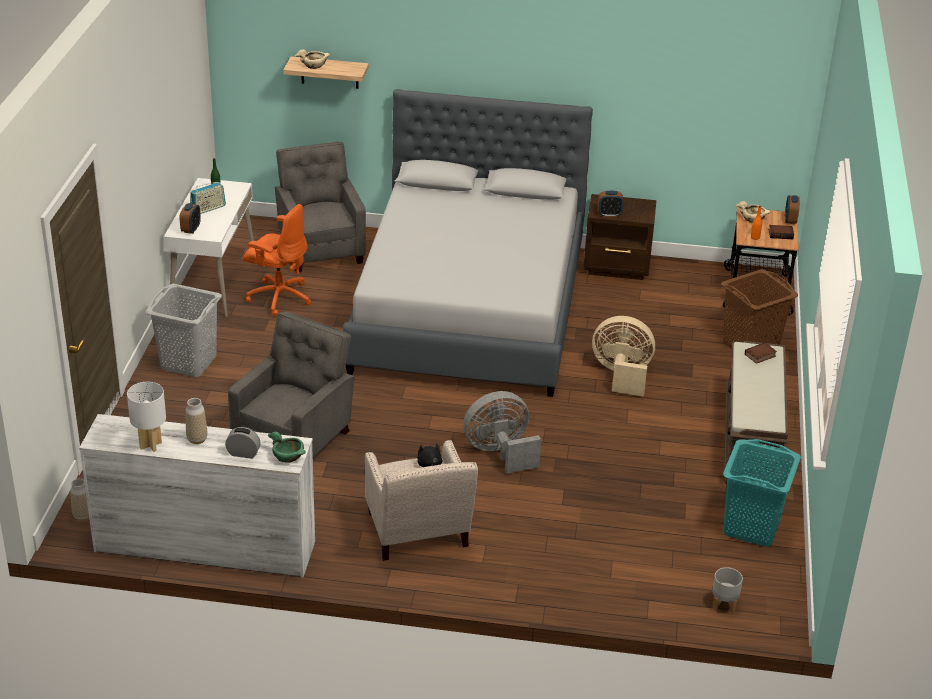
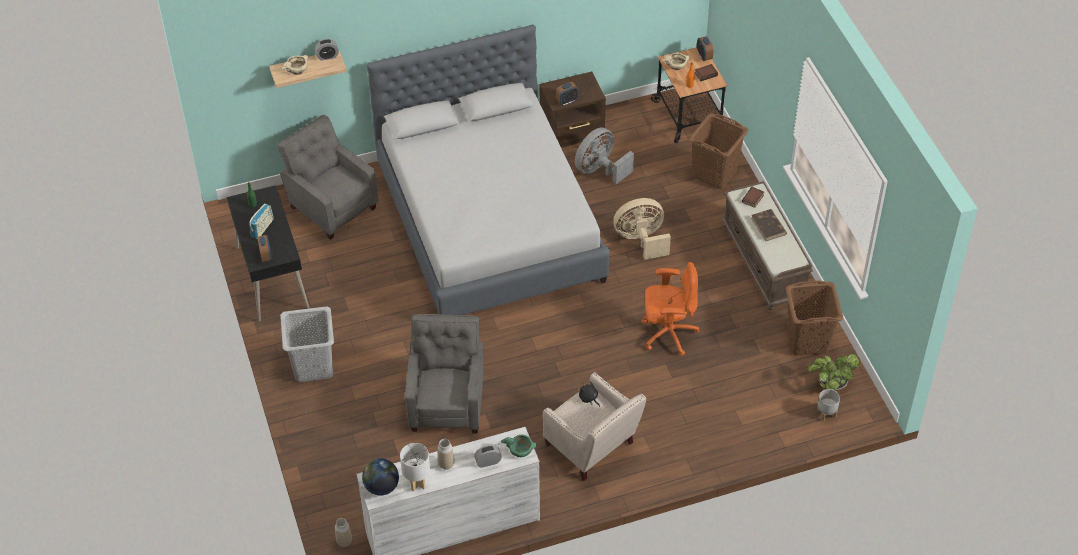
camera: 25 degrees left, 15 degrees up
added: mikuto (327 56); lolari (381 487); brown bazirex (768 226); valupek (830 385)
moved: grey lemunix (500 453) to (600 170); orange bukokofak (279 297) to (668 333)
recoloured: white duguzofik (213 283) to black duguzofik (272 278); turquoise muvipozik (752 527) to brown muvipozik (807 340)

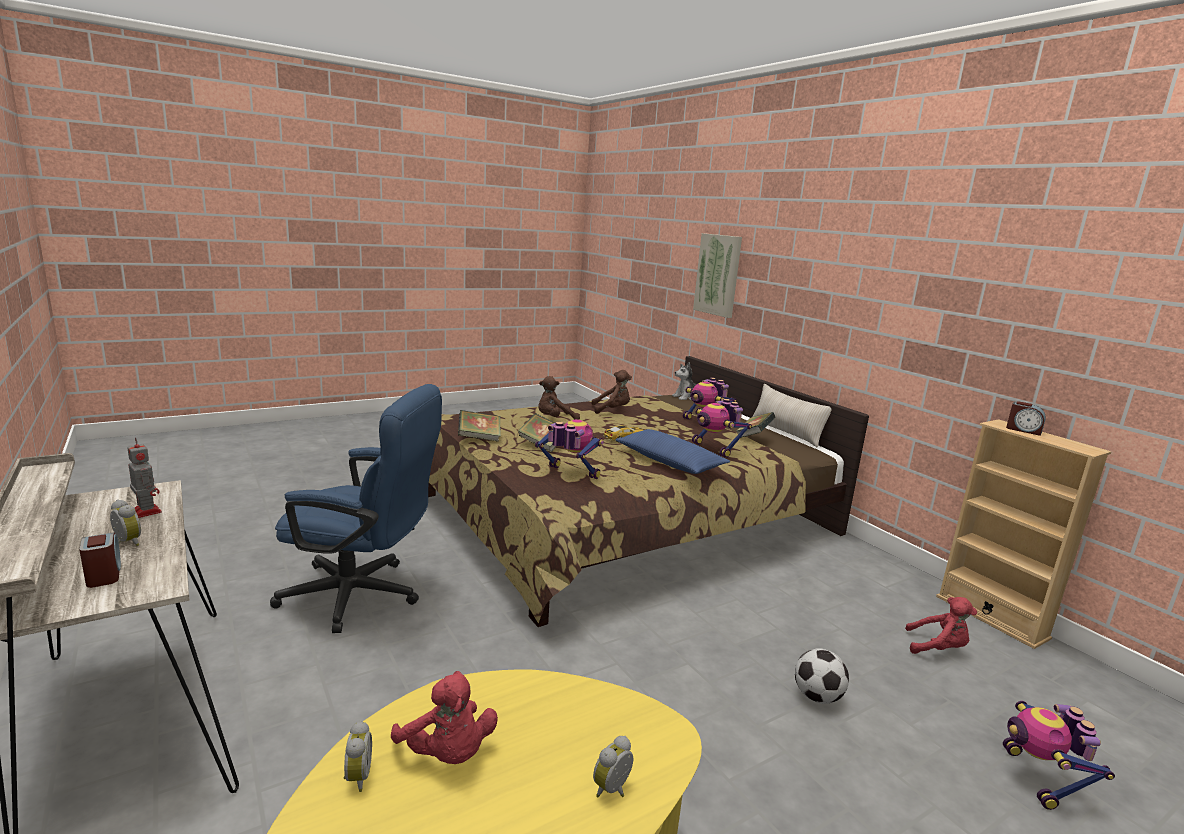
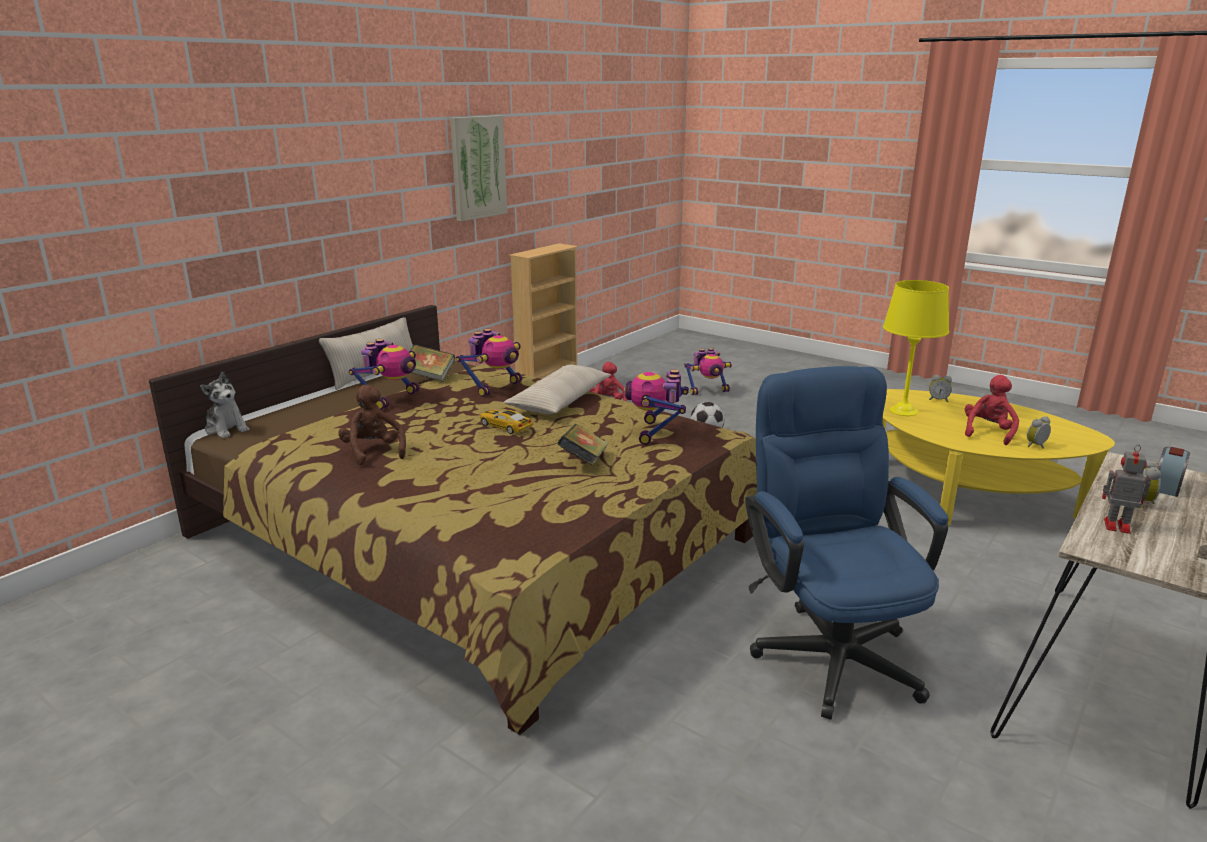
camera: 110 degrees left, 5 degrees up
removed: bazirex (479 438); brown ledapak (555 419); mikuto (1023 430)
added: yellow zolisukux (904 411)
moved: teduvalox (718 275) to (477 167)
recoloured: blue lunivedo (669 462) to beige lunivedo (560 401)
turned: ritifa (146 511) = (1115 525) 90 degrees clockwise

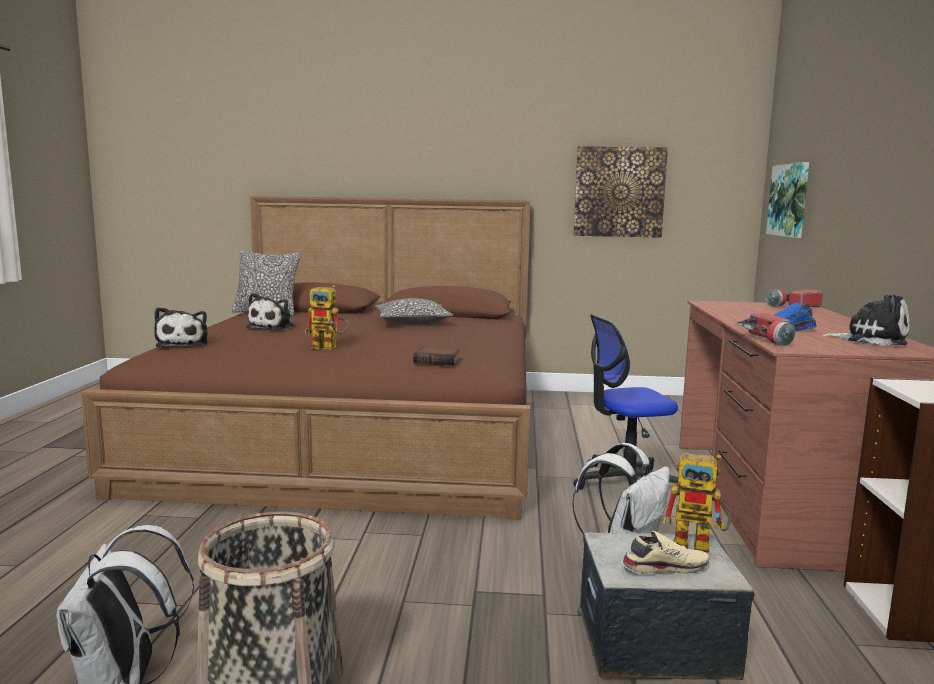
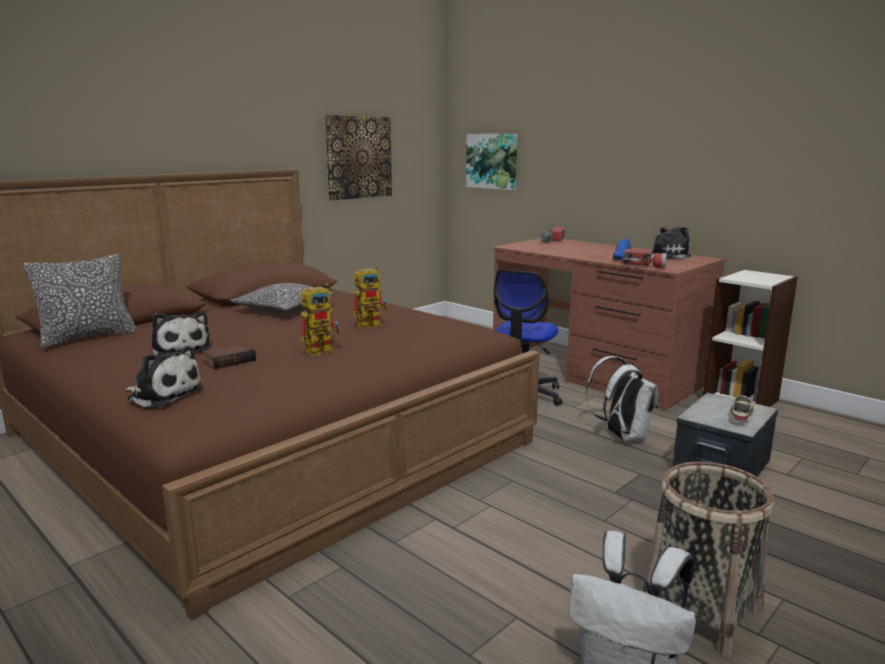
camera: 50 degrees left, 5 degrees up
moved: bazirex (438 361) to (229 360); ritifa (700 546) to (372 325)

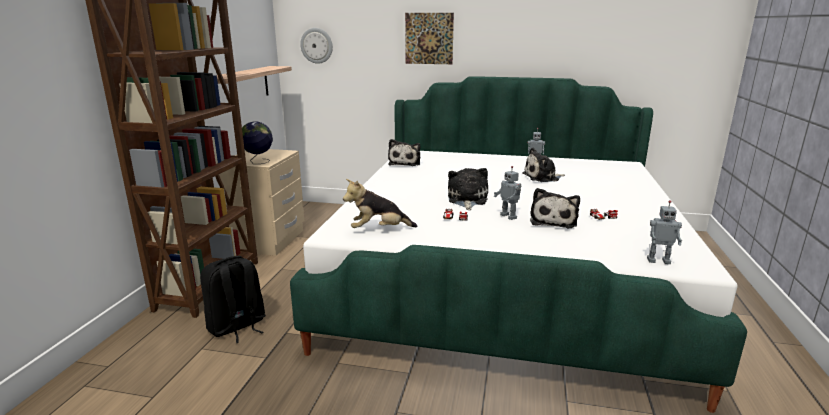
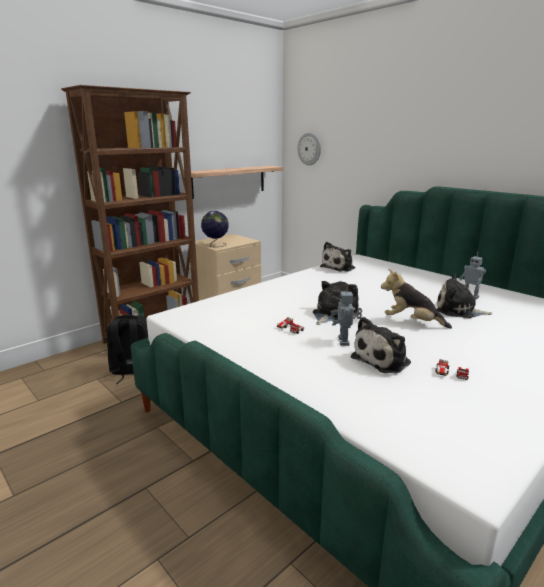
camera: 35 degrees right, 0 degrees up
removed: teduvalox (429 38); ritifa (658 260)
moved: ledapak (379 230) to (411 322)

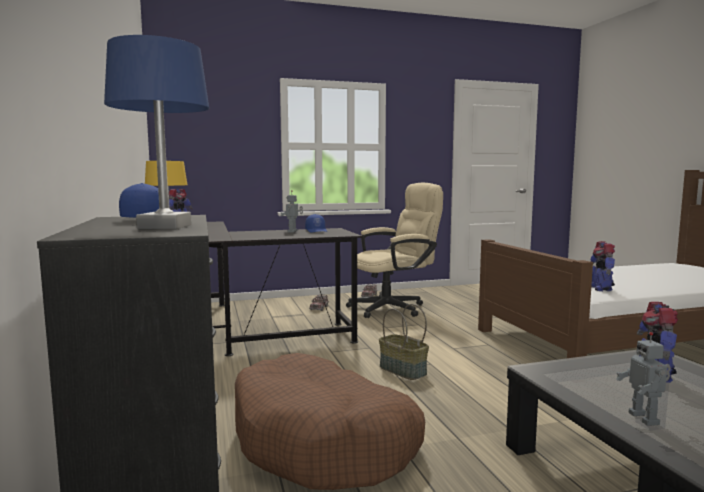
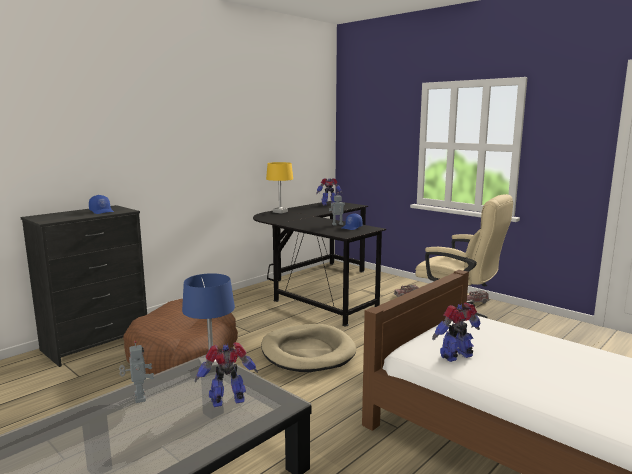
camera: 60 degrees right, 5 degrees up
moved: blue zolisukux (165 227) to (211 367)
replaced: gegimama (402 370) to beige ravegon (307 352)
turned: ritifa (645 418) = (138 398) 105 degrees clockwise

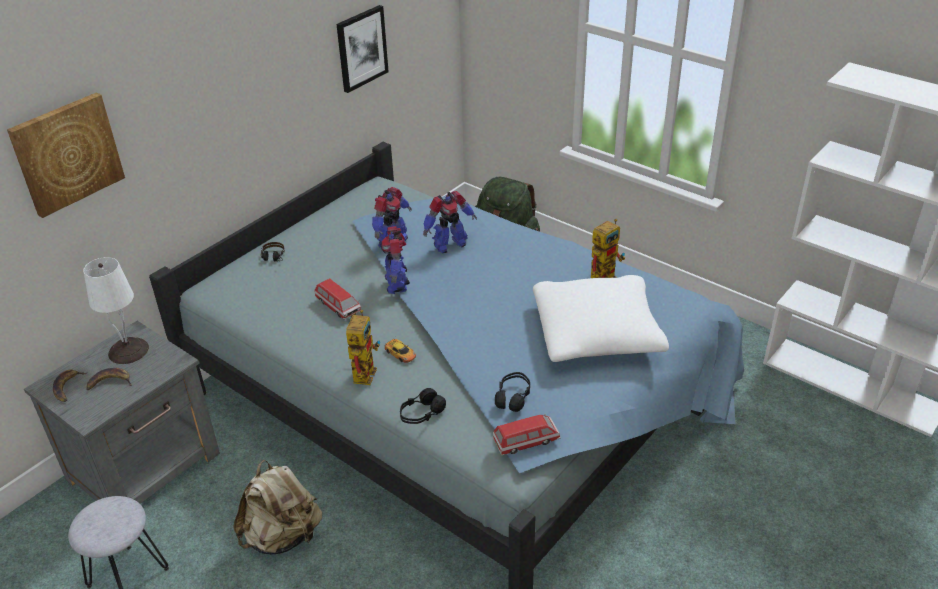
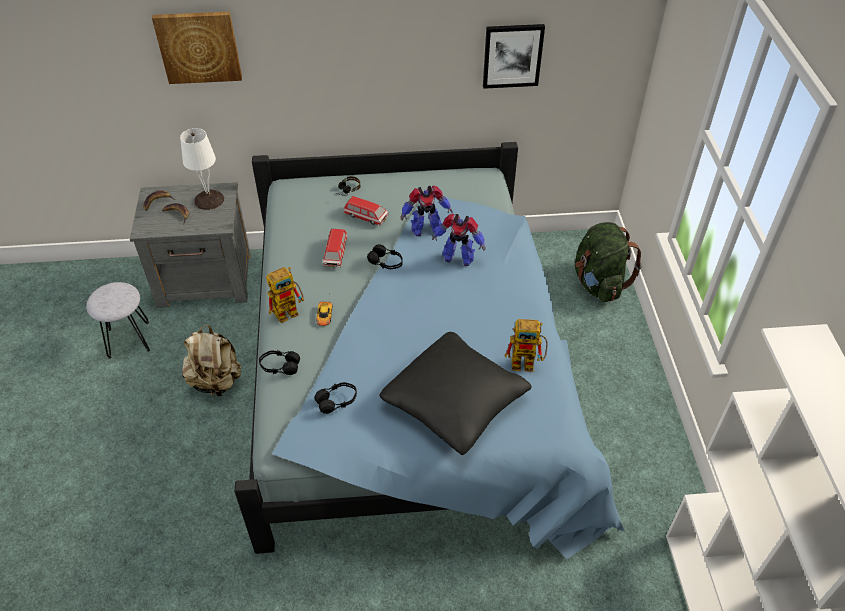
camera: 45 degrees right, 10 degrees up
moved: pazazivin (526 442) to (366 217)
replaced: ritifa (397 283) to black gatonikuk (386 263)
recoloured: white lunivedo (597 333) to black lunivedo (455 402)

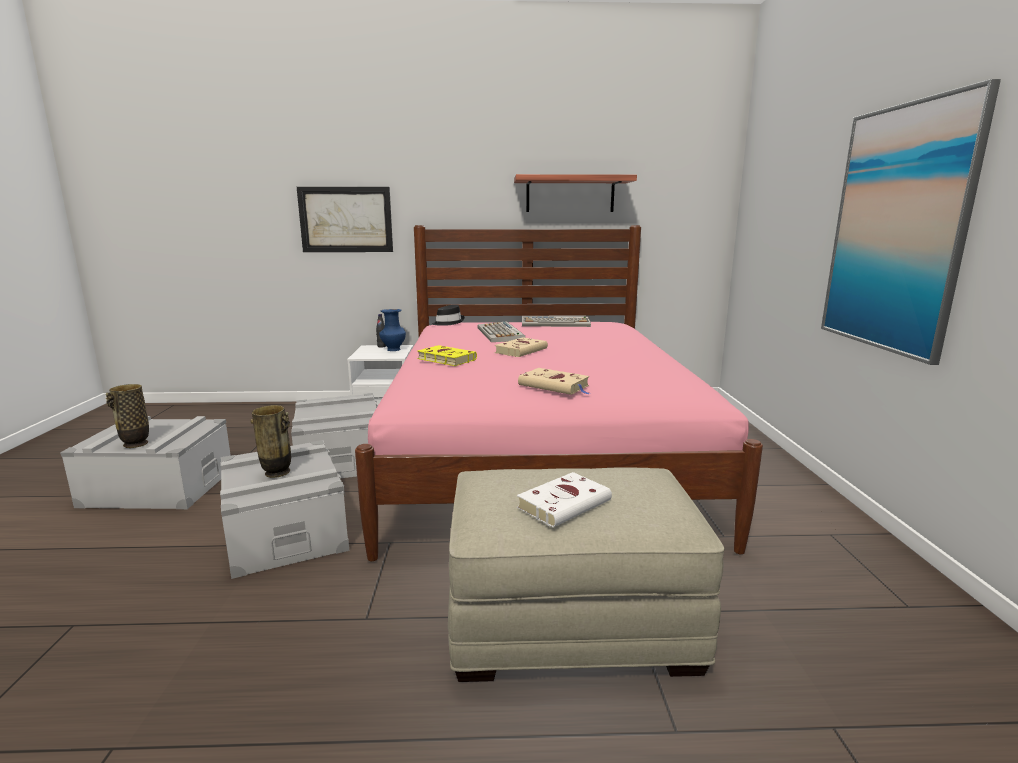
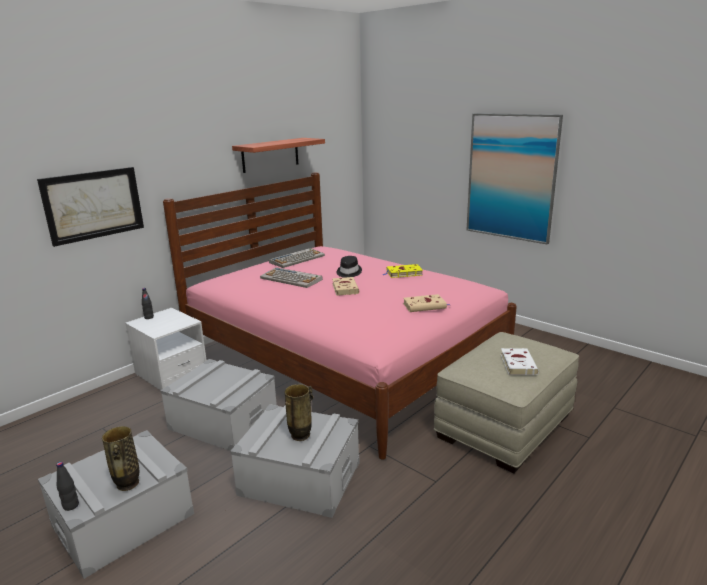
camera: 45 degrees left, 5 degrees up
removed: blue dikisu (393 350)
added: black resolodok (71 506)
moved: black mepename (448 322) to (348 272); yellow bazirex (445 359) to (403 273)

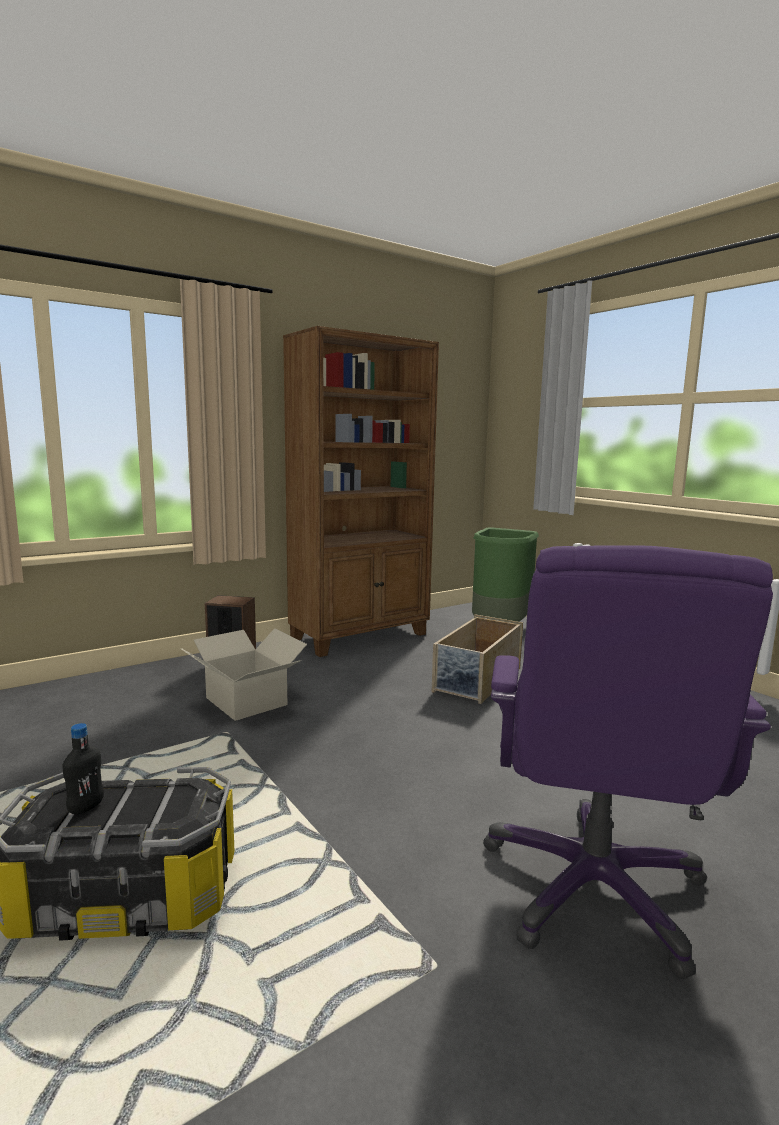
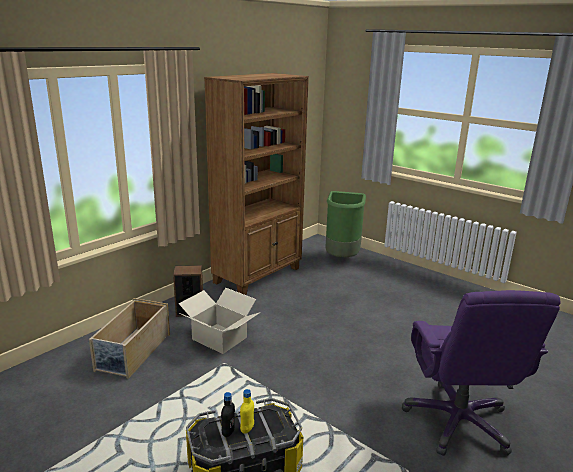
camera: 15 degrees left, 10 degrees up
added: yellow resolodok (247 429)
moved: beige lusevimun (477 680) to (133 352)

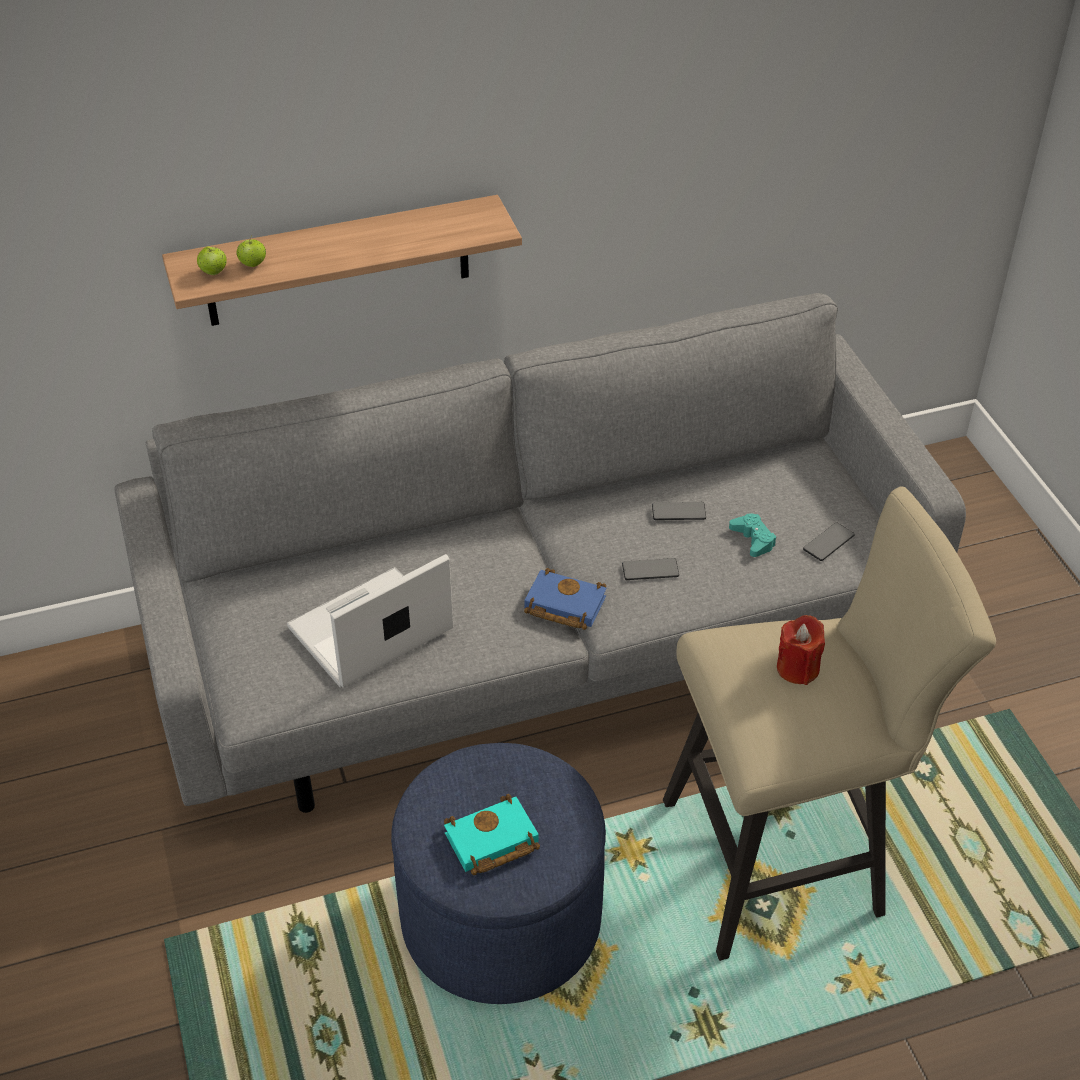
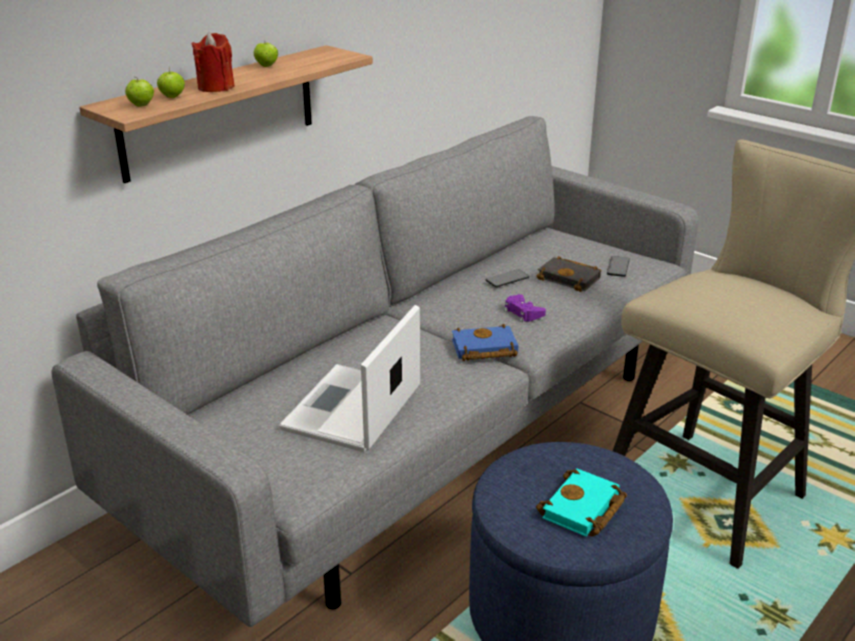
camera: 30 degrees left, 15 degrees down
added: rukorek (267 66)
moved: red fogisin (797 668) to (216 87)
replaced: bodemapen (650 570) to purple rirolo (523 312); turquoise rirolo (753 539) to black bazirex (571 278)

